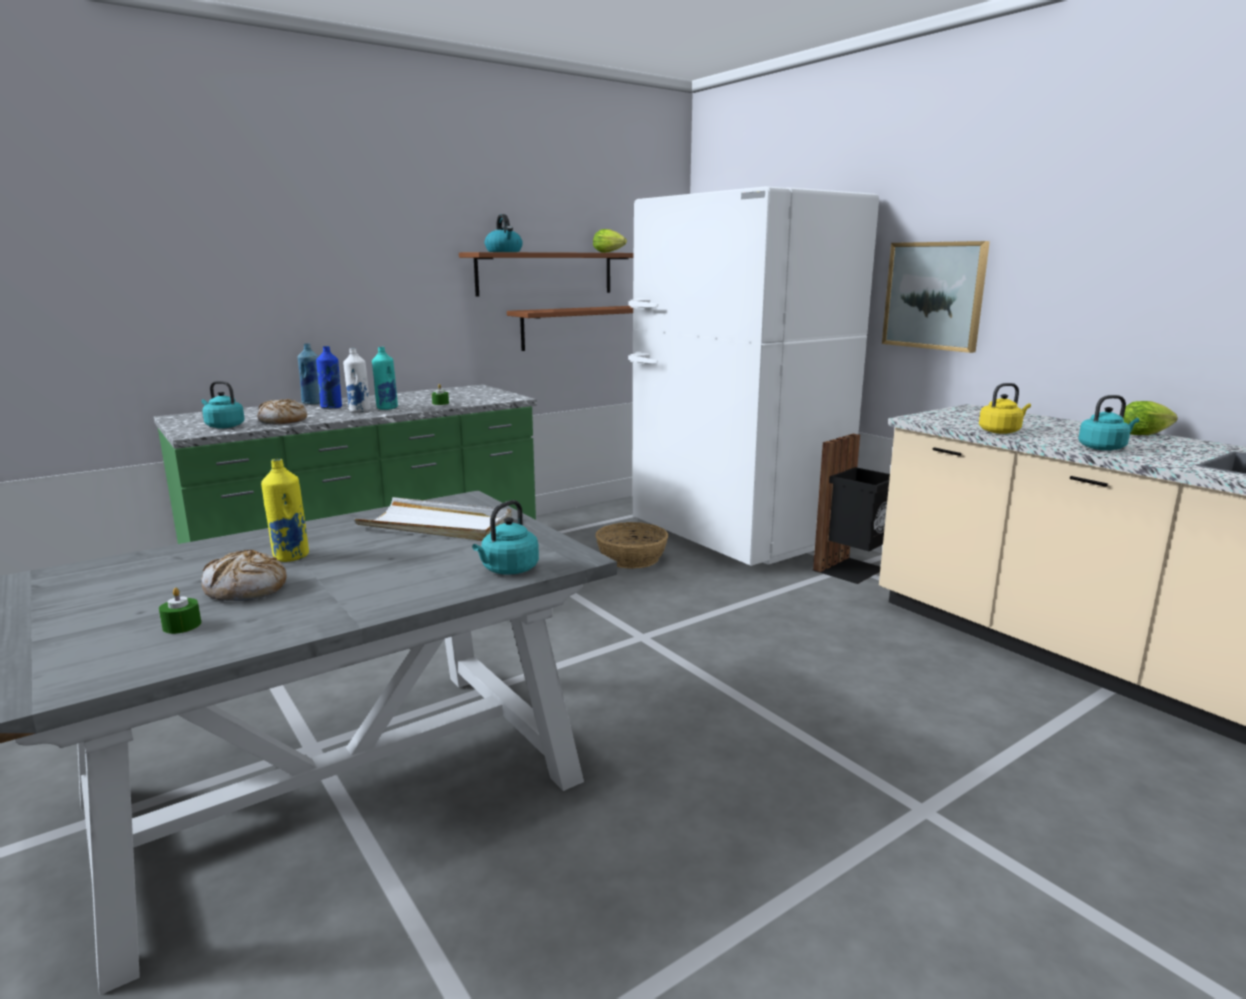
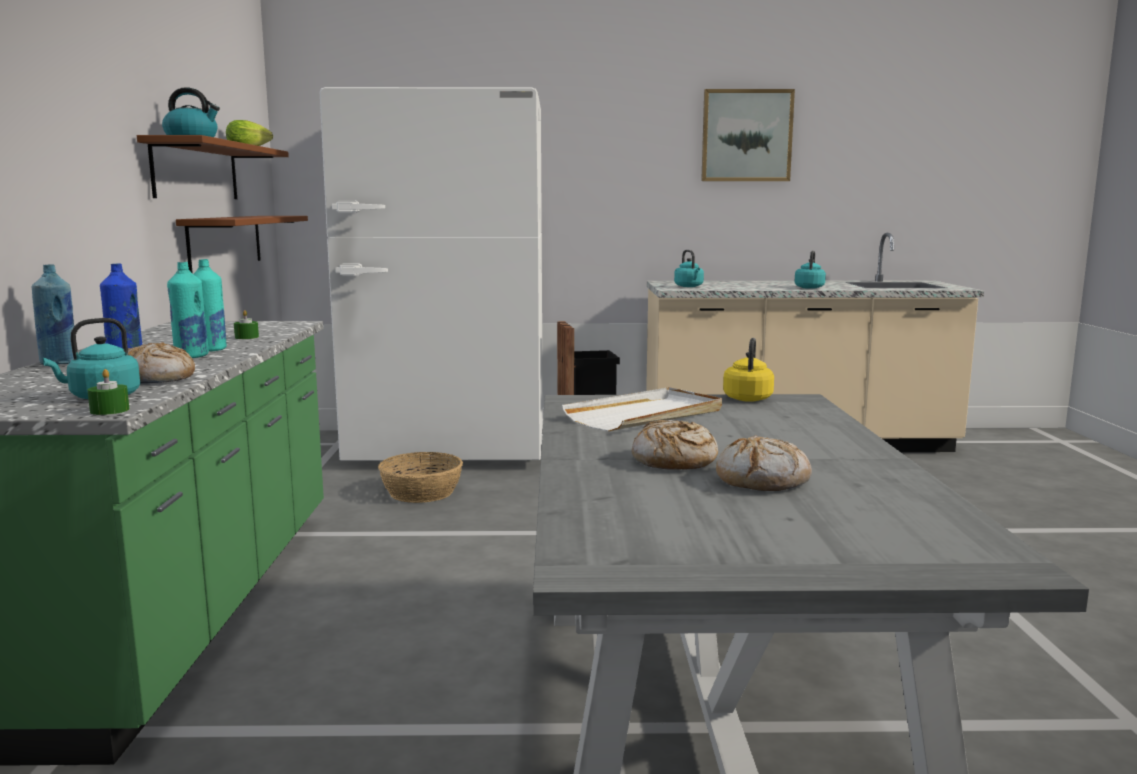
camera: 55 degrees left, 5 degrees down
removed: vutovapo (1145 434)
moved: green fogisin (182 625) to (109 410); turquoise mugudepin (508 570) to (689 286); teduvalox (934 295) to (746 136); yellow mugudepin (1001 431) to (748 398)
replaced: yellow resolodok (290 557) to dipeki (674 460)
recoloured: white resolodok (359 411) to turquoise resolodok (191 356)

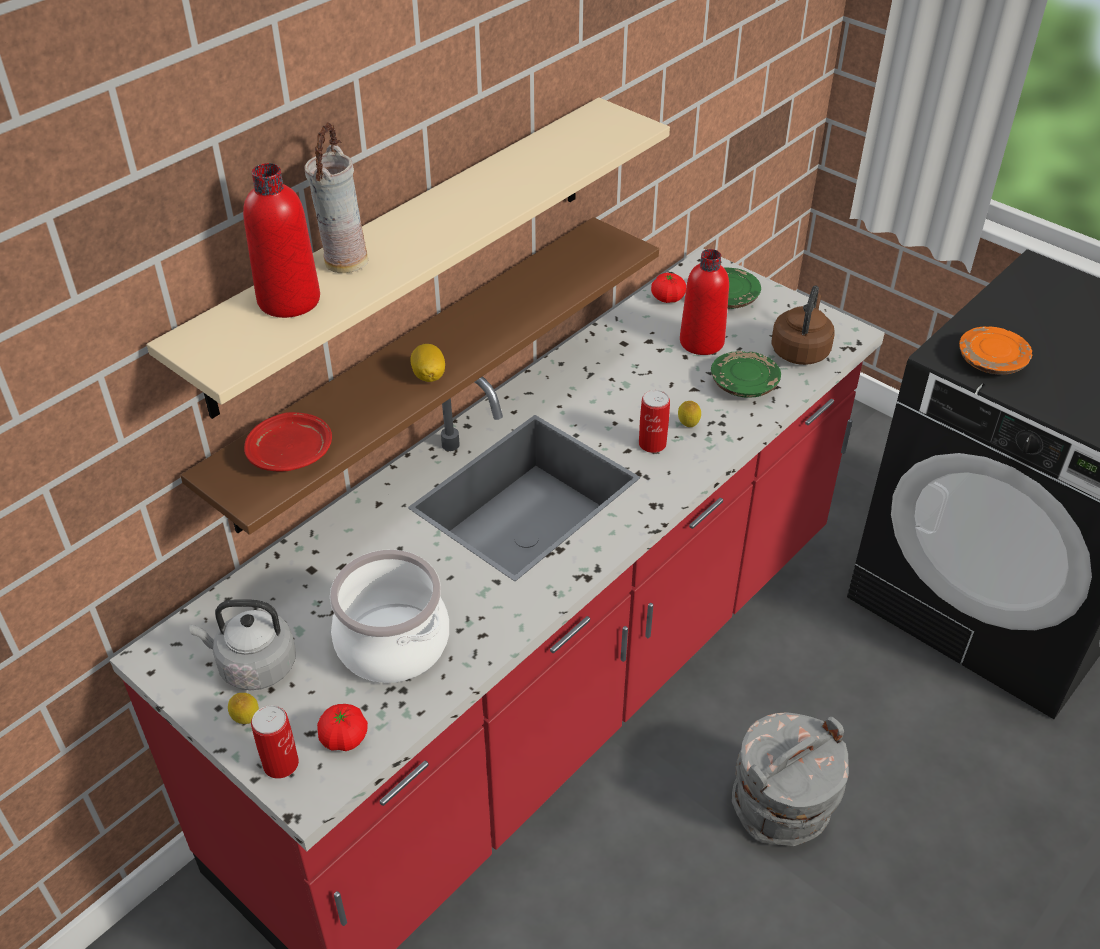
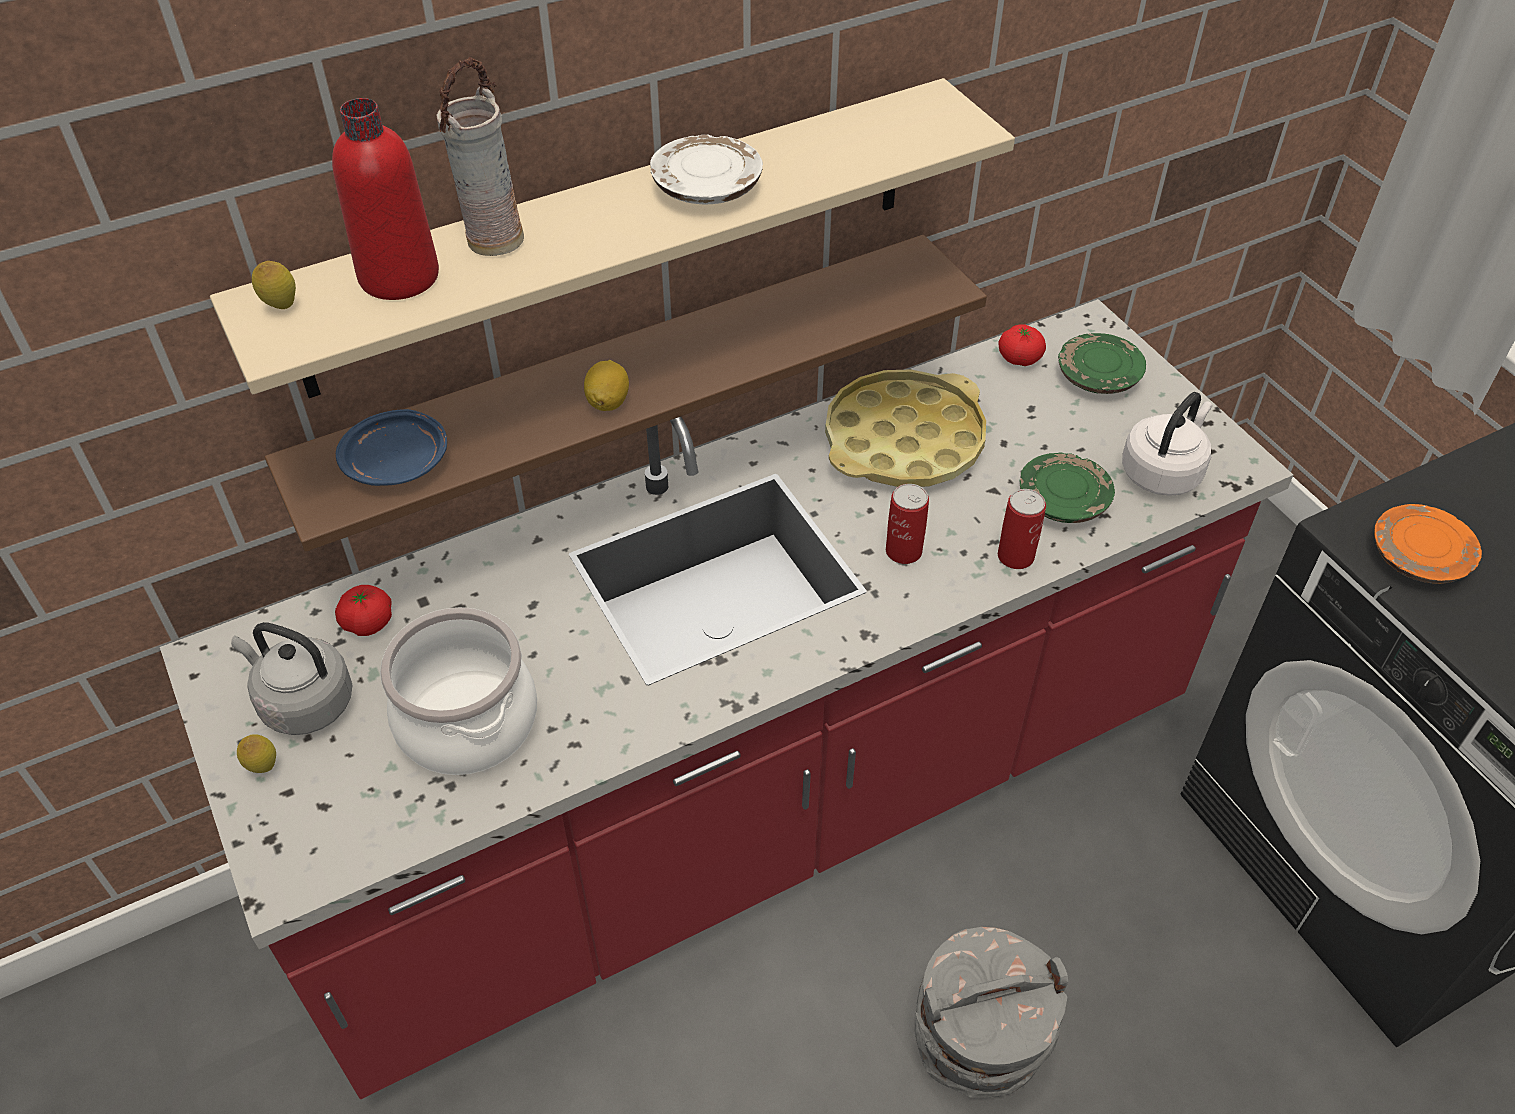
camera: 20 degrees right, 5 degrees up
removed: red resolodok (701 342)
added: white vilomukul (706 187); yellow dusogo (903 440)
moved: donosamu (688 426) to (281 307); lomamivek (344 738) to (368 622); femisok (281 764) to (1015 556)
recoloured: red vilomukul (291 453) to blue vilomukul (398 462); brown mugudepin (800 350) to white mugudepin (1163 472)

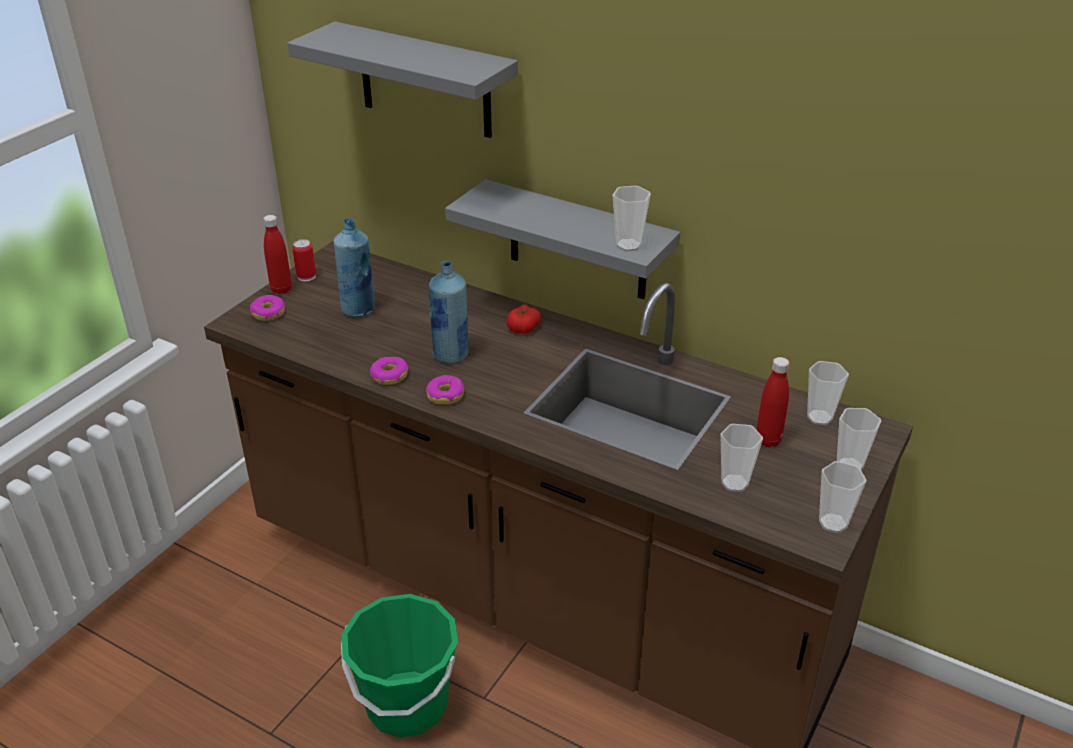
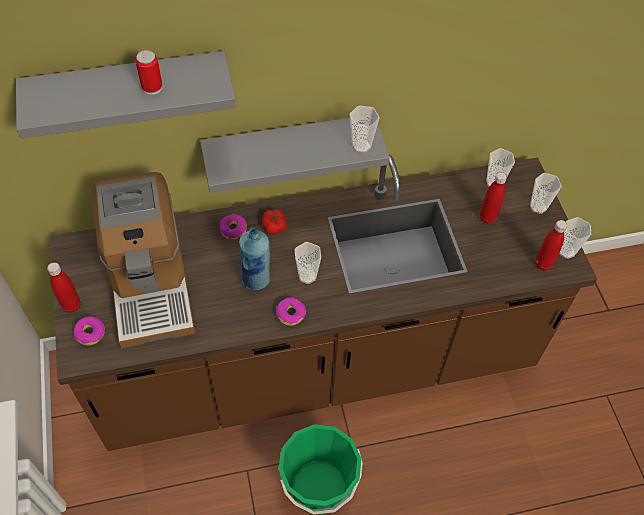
camera: 45 degrees left, 20 degrees up
added: red resolodok (543 264)
moved: femisok (306 276) to (152 87); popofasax (389 376) to (233 230); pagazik (734 483) to (307 276)
replaced: blue resolodok (358 309) to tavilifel (150 285)

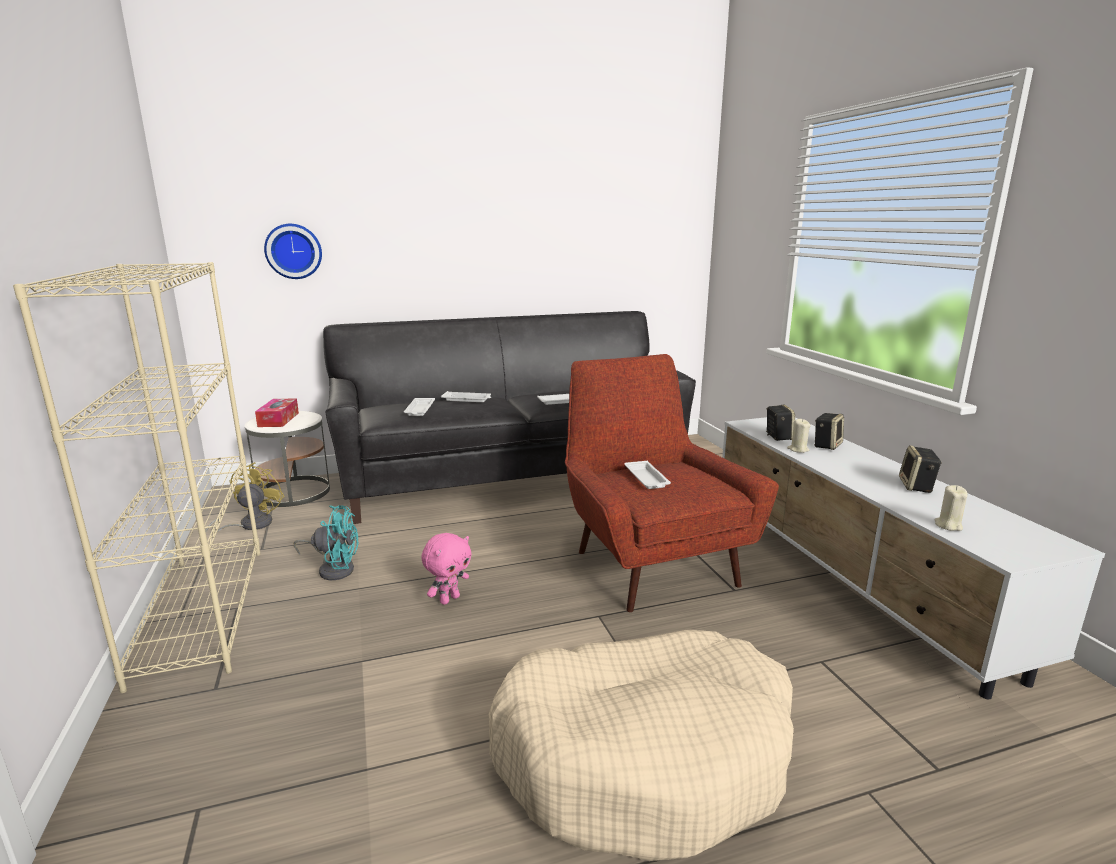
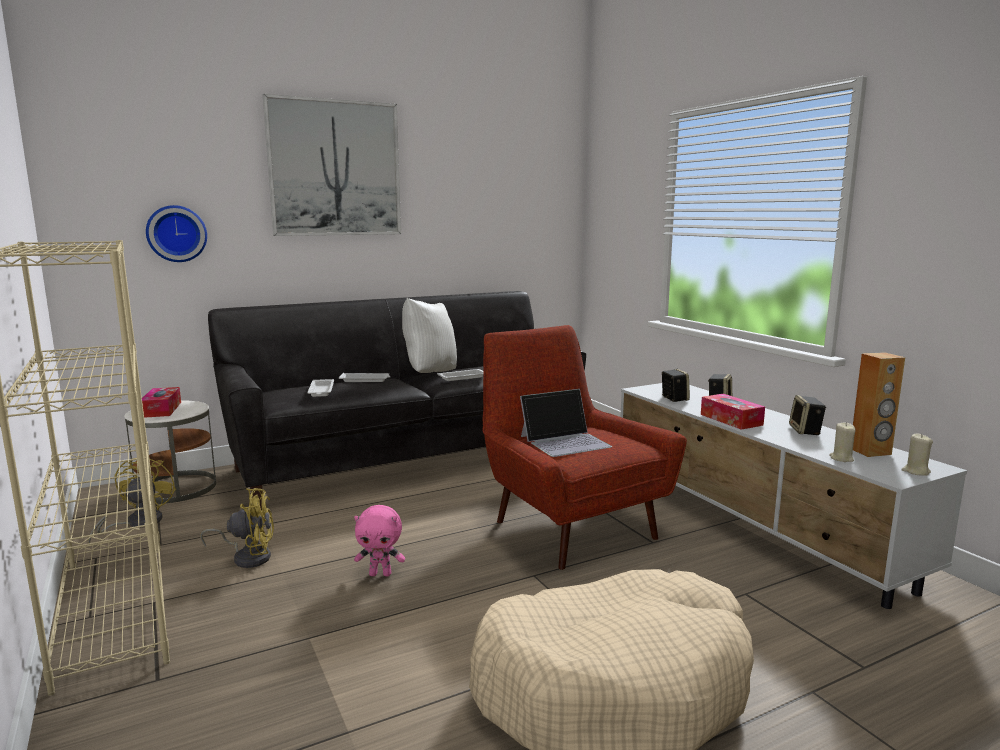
camera: 10 degrees left, 5 degrees down
added: teduvalox (335 168); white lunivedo (429 373); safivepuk (731 419); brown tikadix (870 452)
moved: beige fogisin (798 449) to (915 471)
replaced: white dusogo (647 479) to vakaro (565 441)
recoloured: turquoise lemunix (334 569) to yellow lemunix (248 557)
turned: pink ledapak (449 599) = (381 574) 60 degrees clockwise

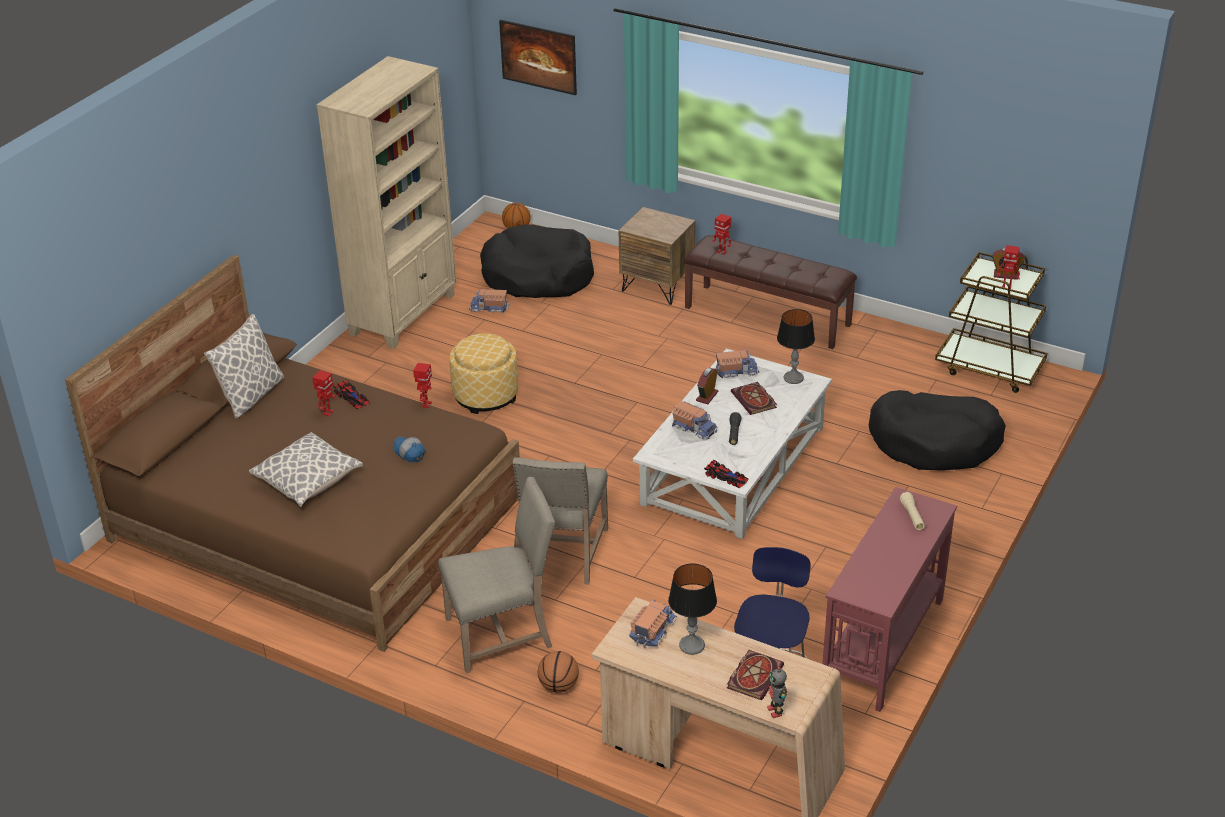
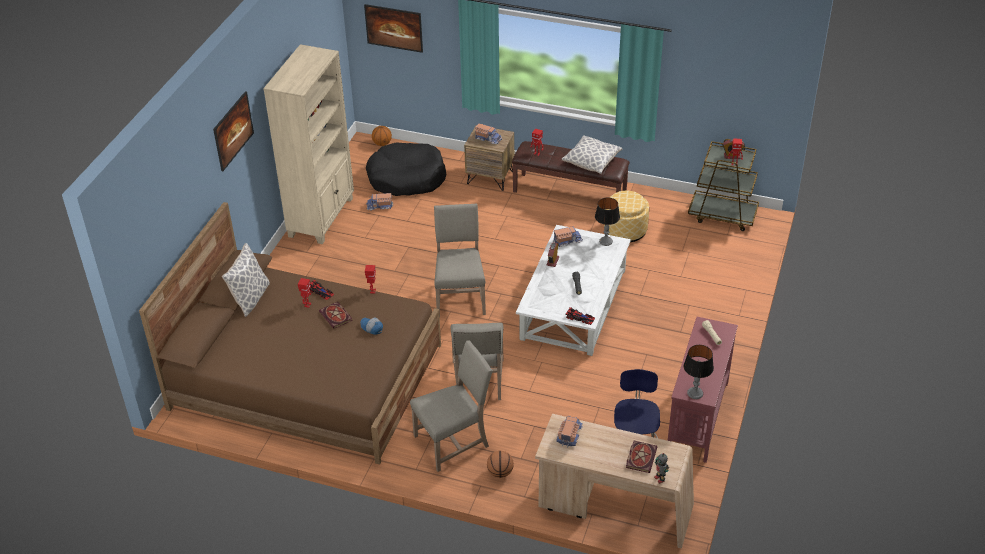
camera: 10 degrees left, 5 degrees up
removed: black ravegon (934 442)
added: teduvalox (235 141); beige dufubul (460 296)
moved: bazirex (755 400) to (336 316); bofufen (694 428) to (488 138); lunivedo (308 482) to (591 162); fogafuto (485 395) to (625 231); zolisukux (692 645) to (695 393)

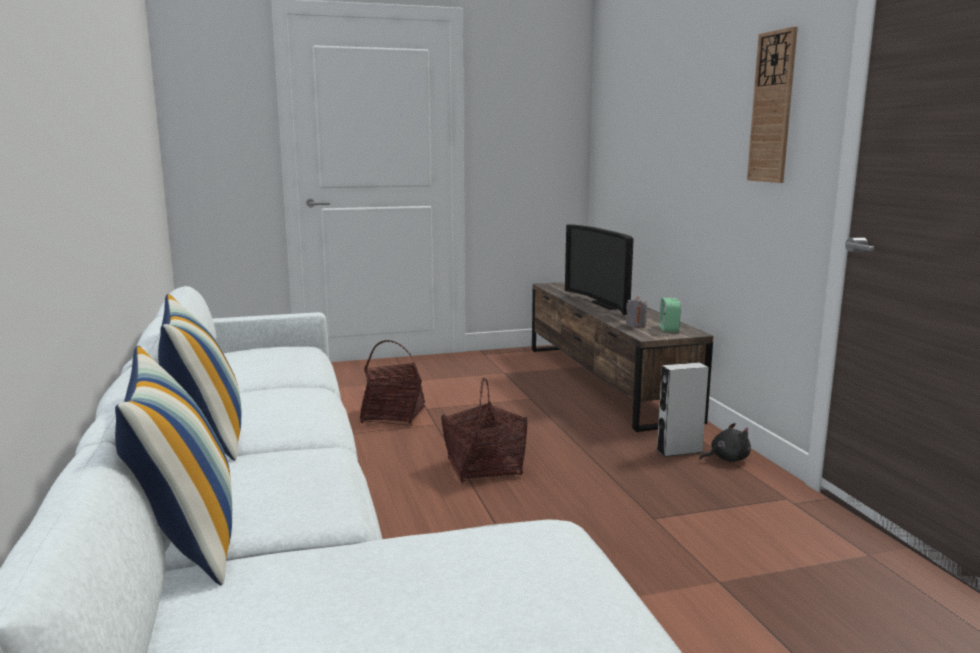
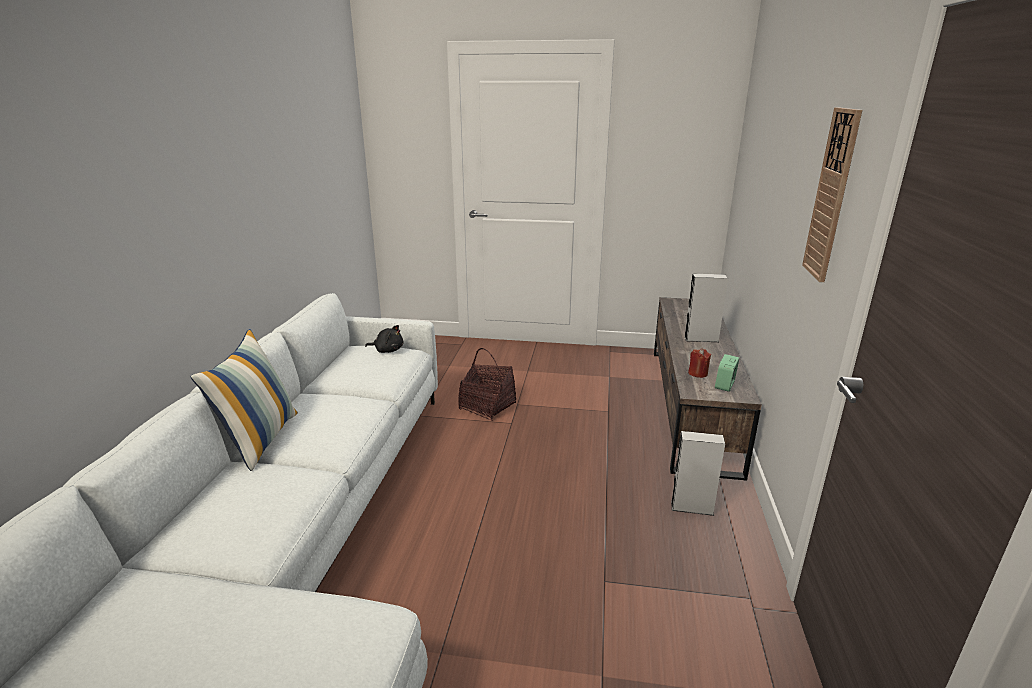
camera: 25 degrees right, 10 degrees up
removed: lunivedo (186 540); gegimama (484 468)
moved: black ledapak (726 459) to (387 350)
replaced: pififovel (609 305) to grey tikadix (701 339)
recoloured: grey fogisin (635 325) to red fogisin (698 373)

